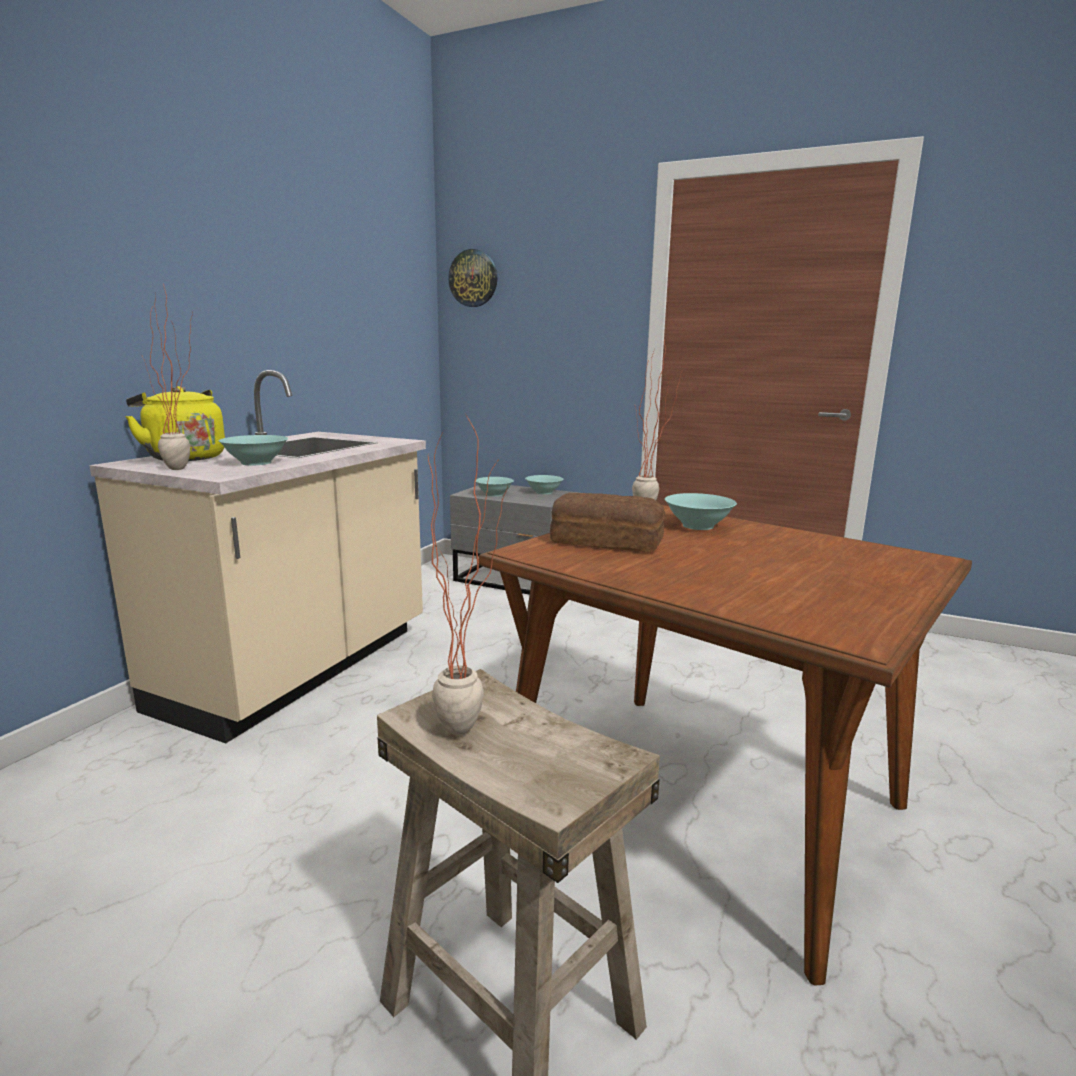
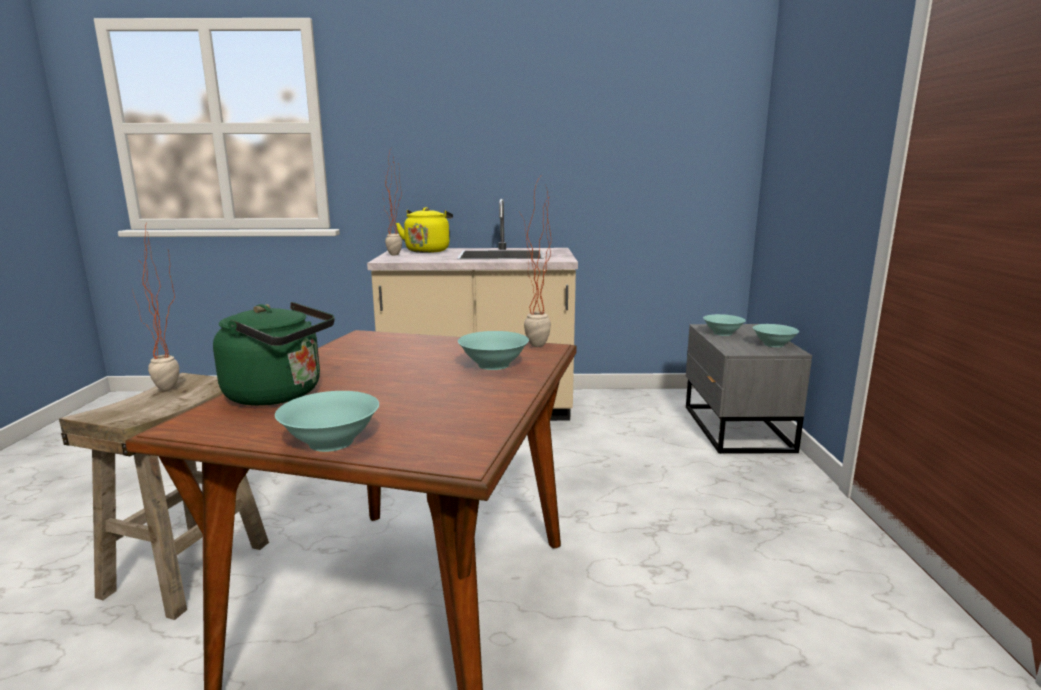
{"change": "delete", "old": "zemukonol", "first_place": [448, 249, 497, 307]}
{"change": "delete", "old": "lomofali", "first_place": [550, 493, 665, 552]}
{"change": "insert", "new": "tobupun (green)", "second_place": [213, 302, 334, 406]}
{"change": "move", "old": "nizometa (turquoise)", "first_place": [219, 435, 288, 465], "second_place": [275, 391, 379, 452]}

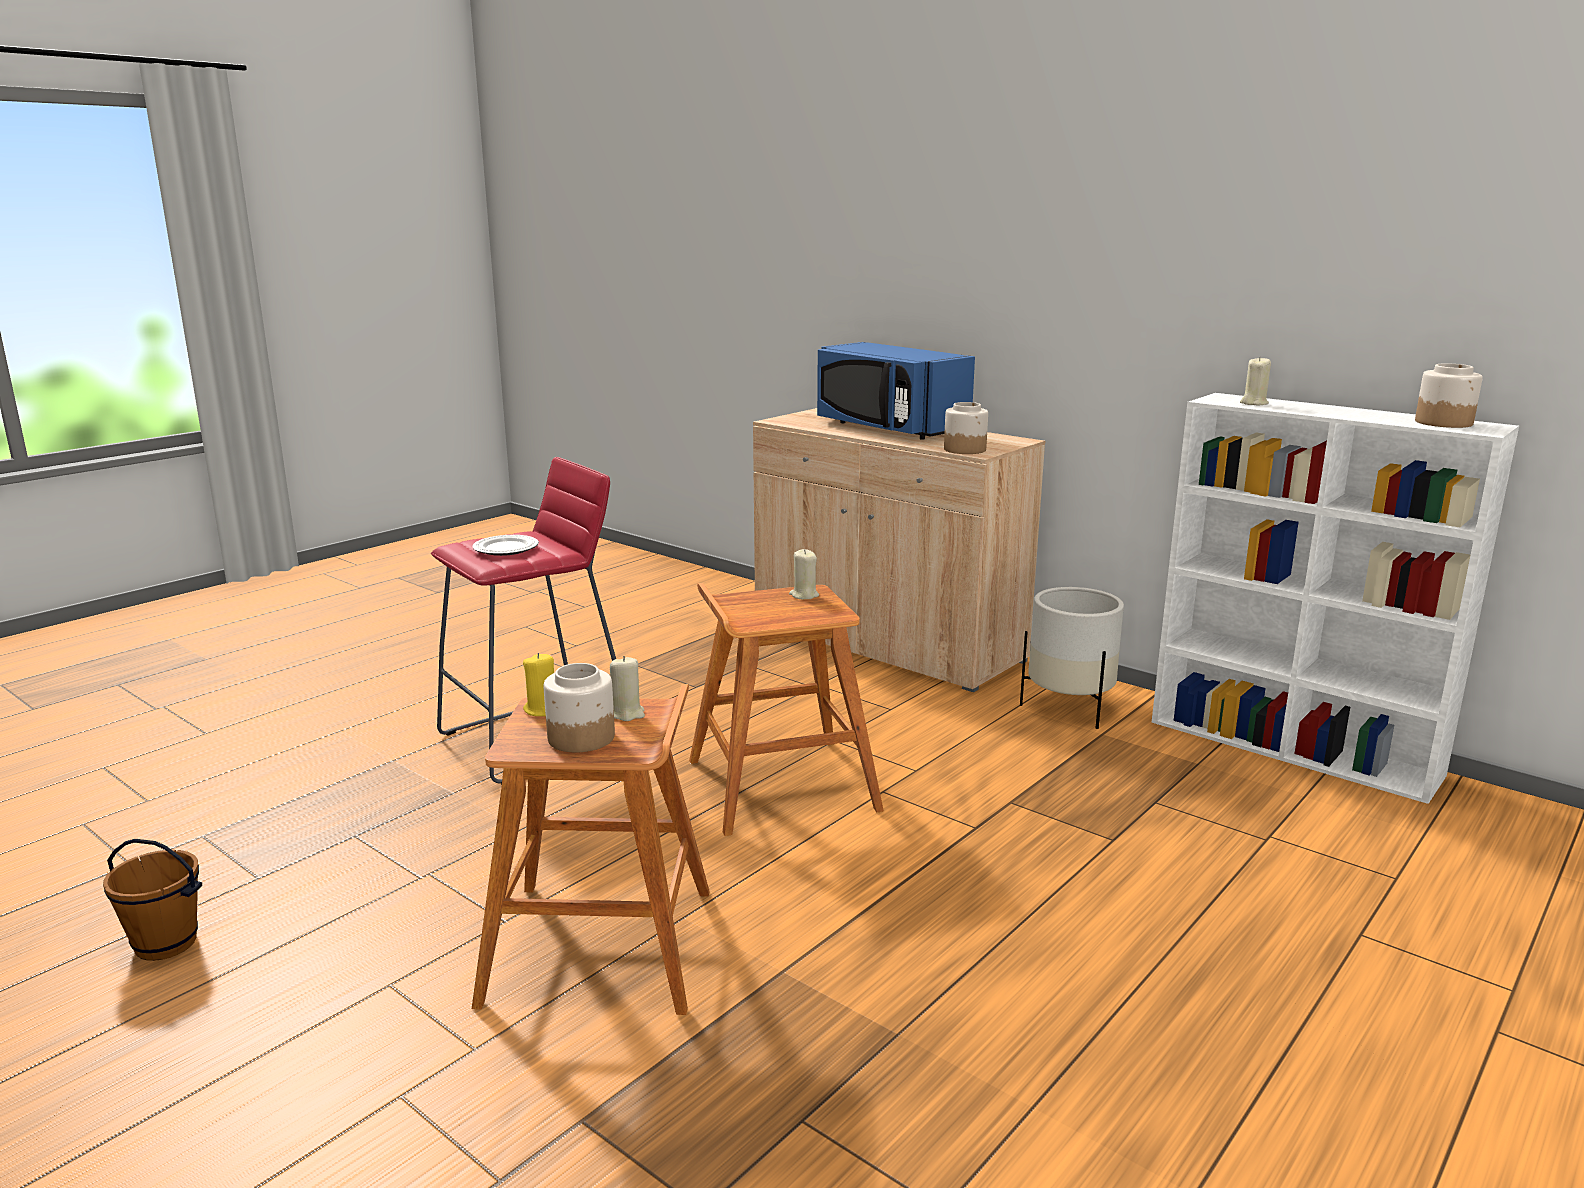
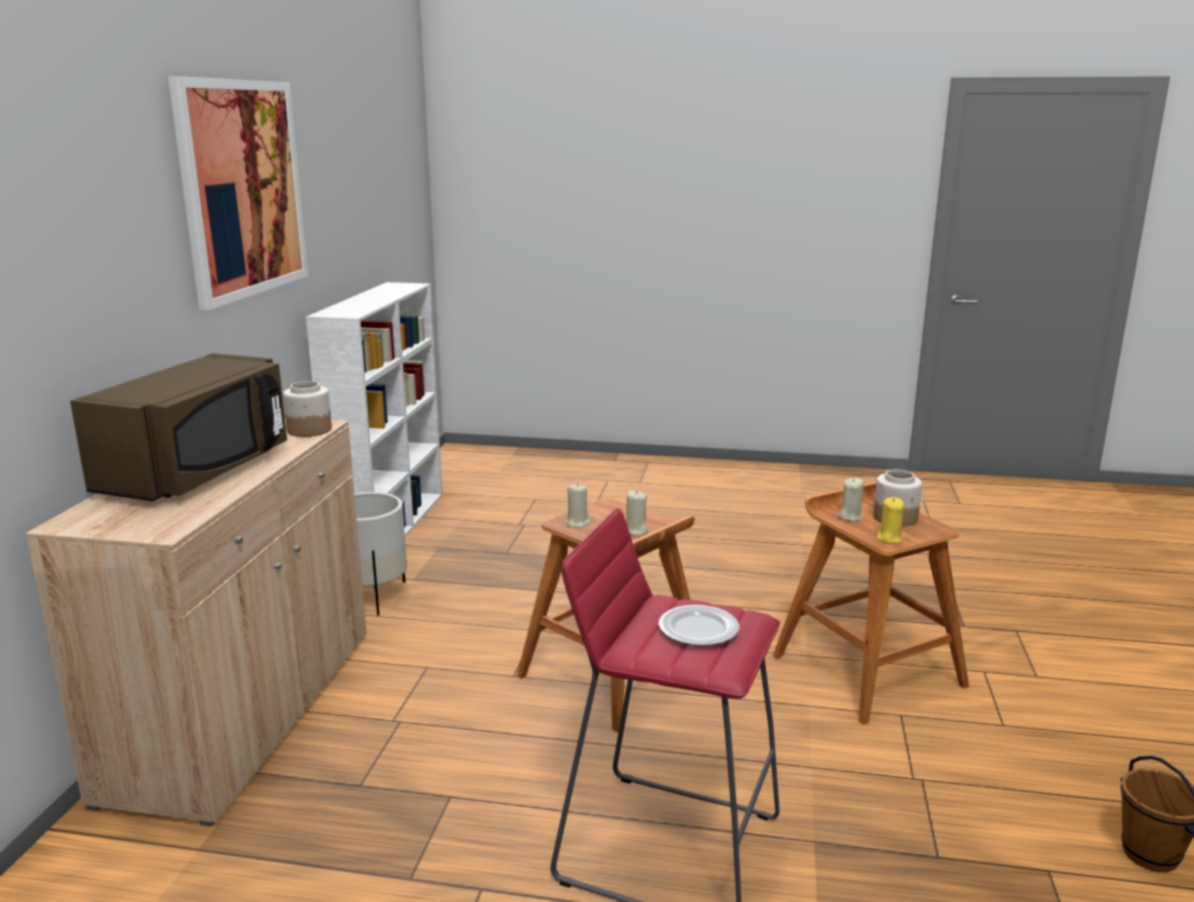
{"change": "delete", "old": "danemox", "first_place": [1415, 363, 1483, 428]}
{"change": "insert", "new": "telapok", "second_place": [168, 76, 308, 310]}
{"change": "move", "old": "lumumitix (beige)", "first_place": [1240, 356, 1271, 405], "second_place": [627, 490, 649, 536]}
{"change": "recolor", "old": "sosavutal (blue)", "new": "sosavutal (brown)", "first_place": [817, 342, 975, 440], "second_place": [70, 353, 287, 501]}

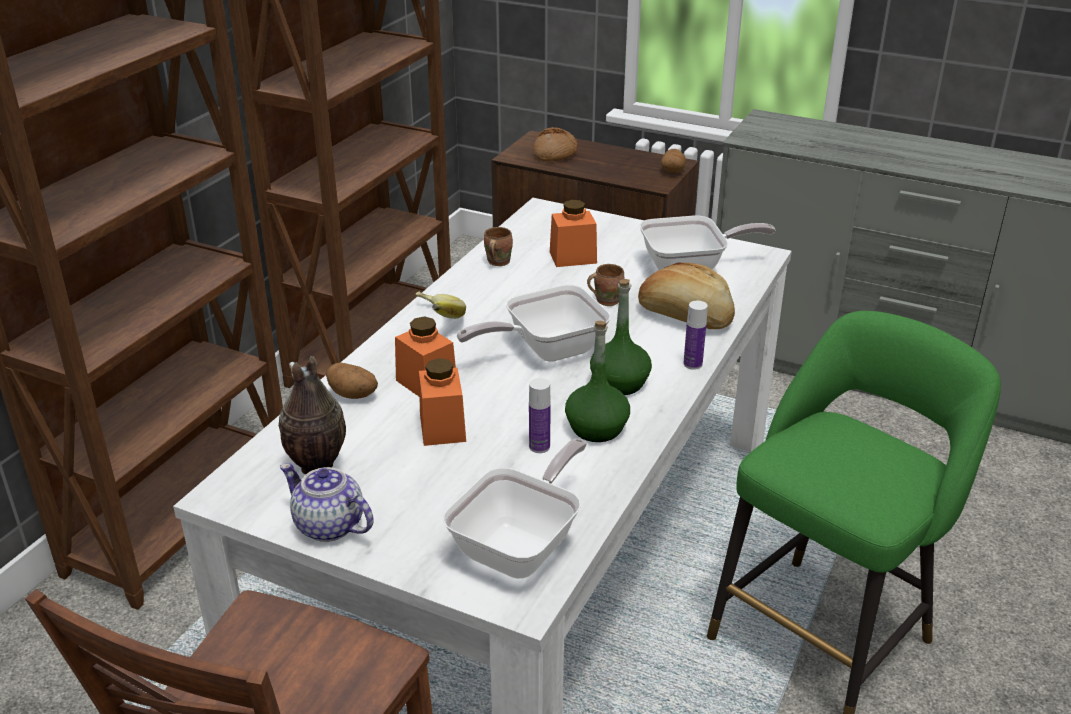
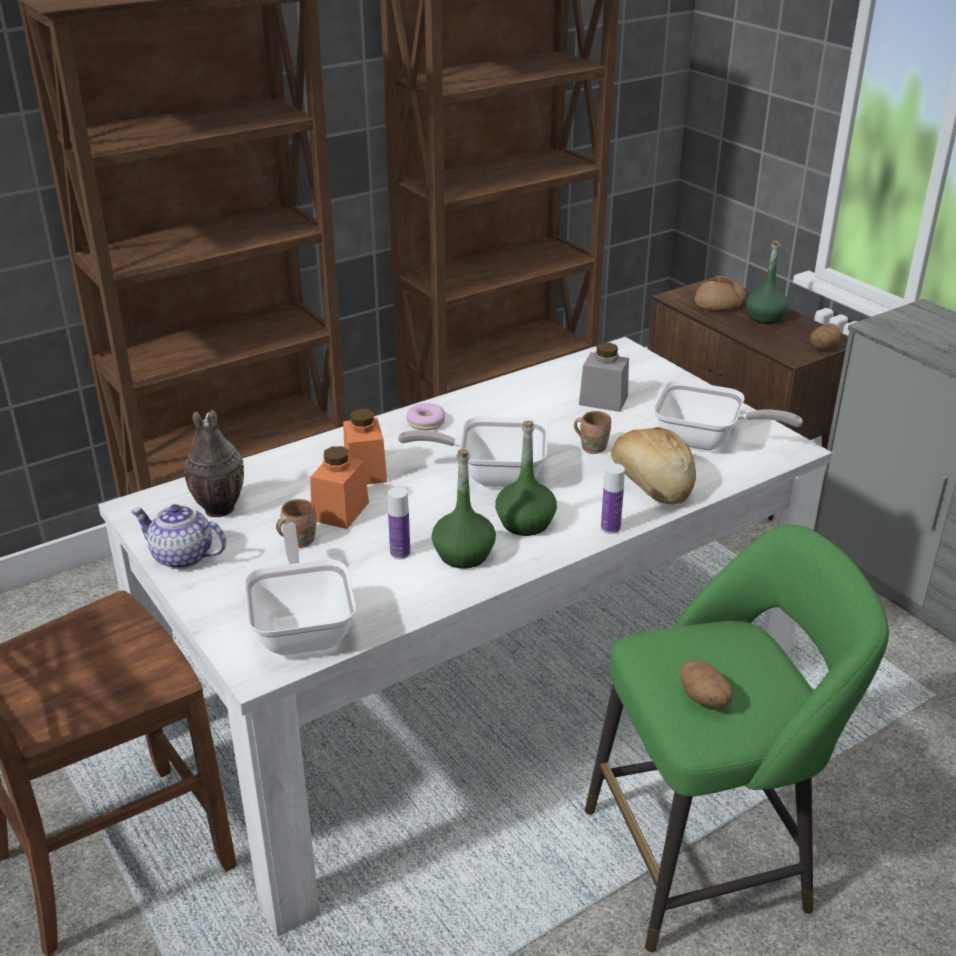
{"change": "insert", "new": "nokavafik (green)", "second_place": [746, 240, 789, 324]}
{"change": "move", "old": "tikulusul", "first_place": [326, 363, 378, 399], "second_place": [681, 660, 733, 708]}
{"change": "move", "old": "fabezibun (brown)", "first_place": [484, 227, 513, 266], "second_place": [276, 499, 317, 548]}
{"change": "replace", "old": "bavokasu", "new": "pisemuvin", "first_place": [416, 292, 466, 319], "second_place": [406, 403, 445, 430]}
{"change": "recolor", "old": "danemox (orange)", "new": "danemox (grey)", "first_place": [550, 200, 597, 267], "second_place": [579, 342, 629, 412]}
{"change": "rotate", "old": "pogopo", "first_place": [280, 463, 374, 542], "second_place": [131, 504, 226, 569], "degrees": -45}
{"change": "rotate", "old": "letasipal", "first_place": [443, 439, 587, 579], "second_place": [244, 522, 356, 655], "degrees": -75}

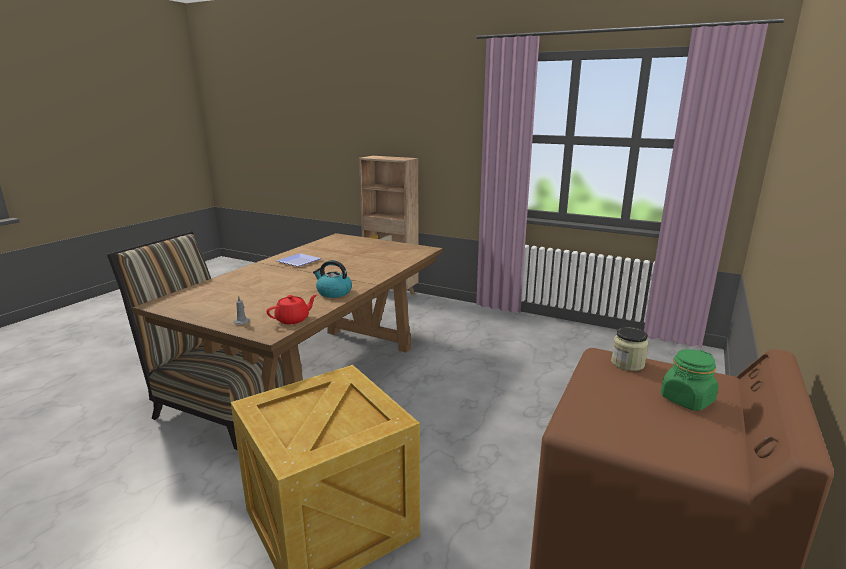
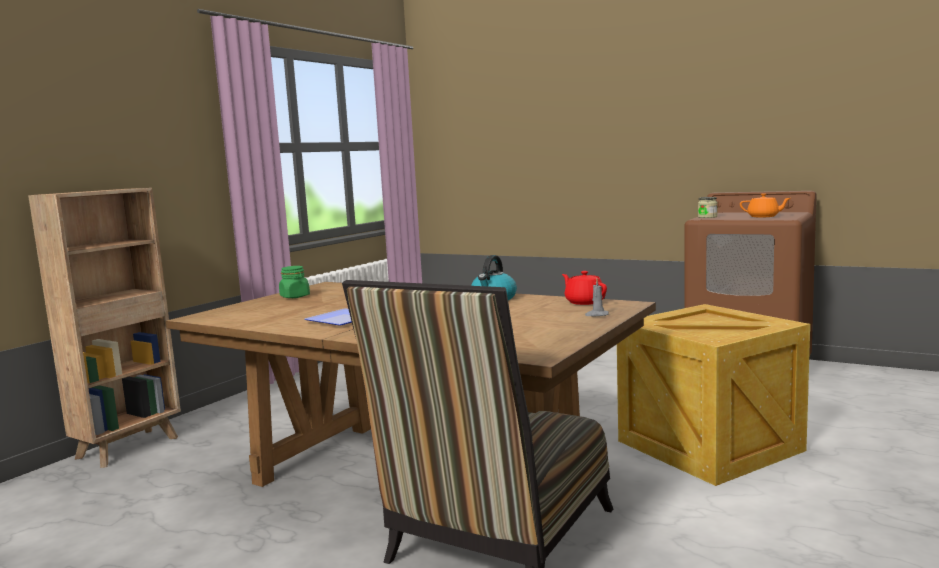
{"change": "insert", "new": "pogopo (orange)", "second_place": [740, 193, 790, 217]}
{"change": "move", "old": "danemox (green)", "first_place": [661, 349, 719, 411], "second_place": [279, 266, 310, 298]}

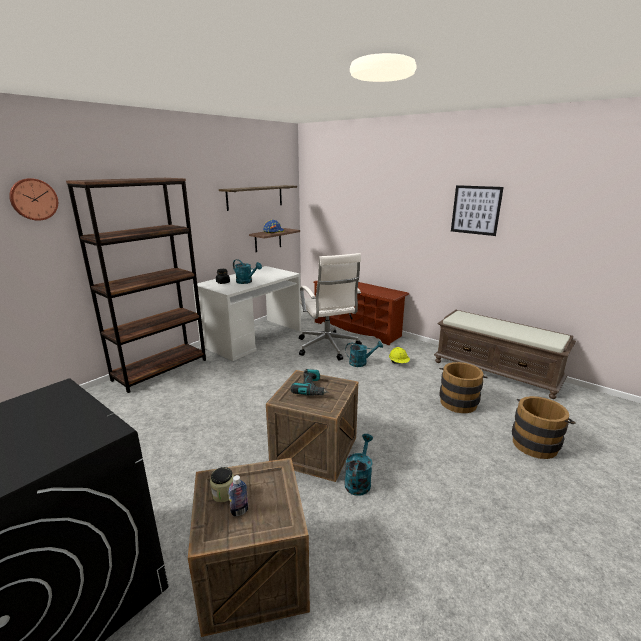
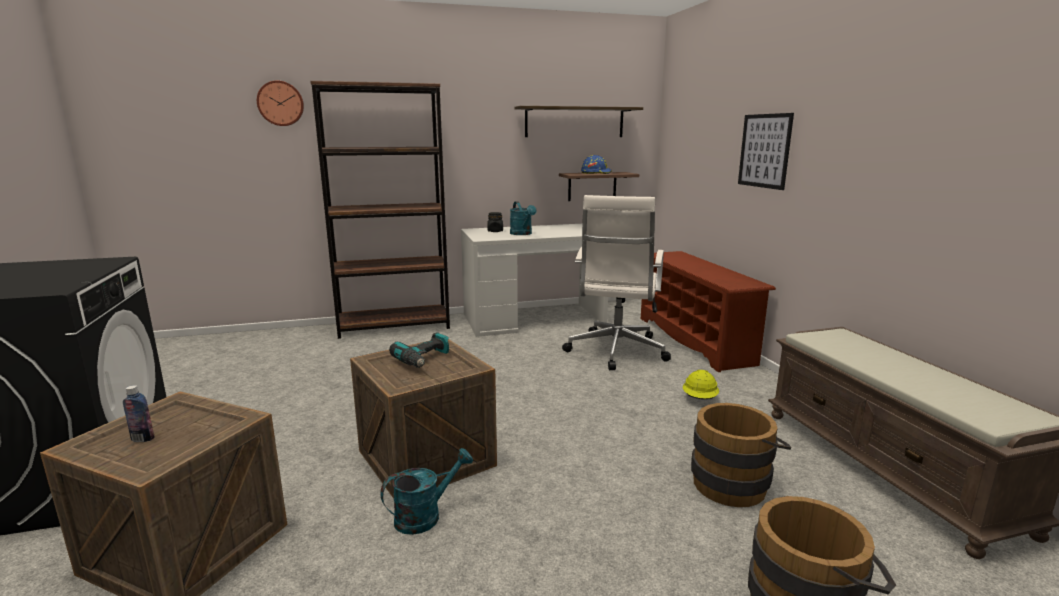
{"change": "delete", "old": "danemox", "first_place": [210, 467, 234, 502]}
{"change": "delete", "old": "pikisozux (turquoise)", "first_place": [345, 341, 383, 367]}
{"change": "move", "old": "telapok", "first_place": [451, 185, 504, 236], "second_place": [738, 113, 794, 190]}

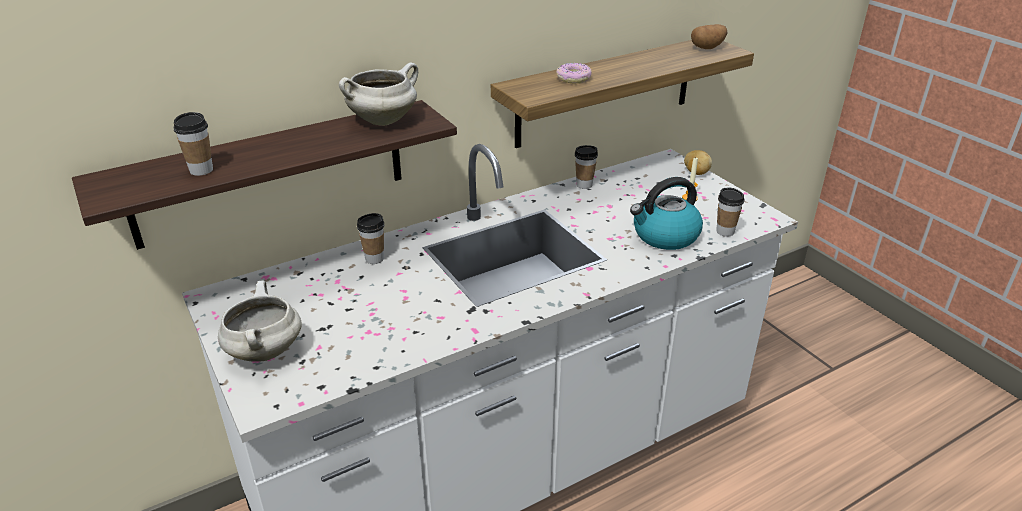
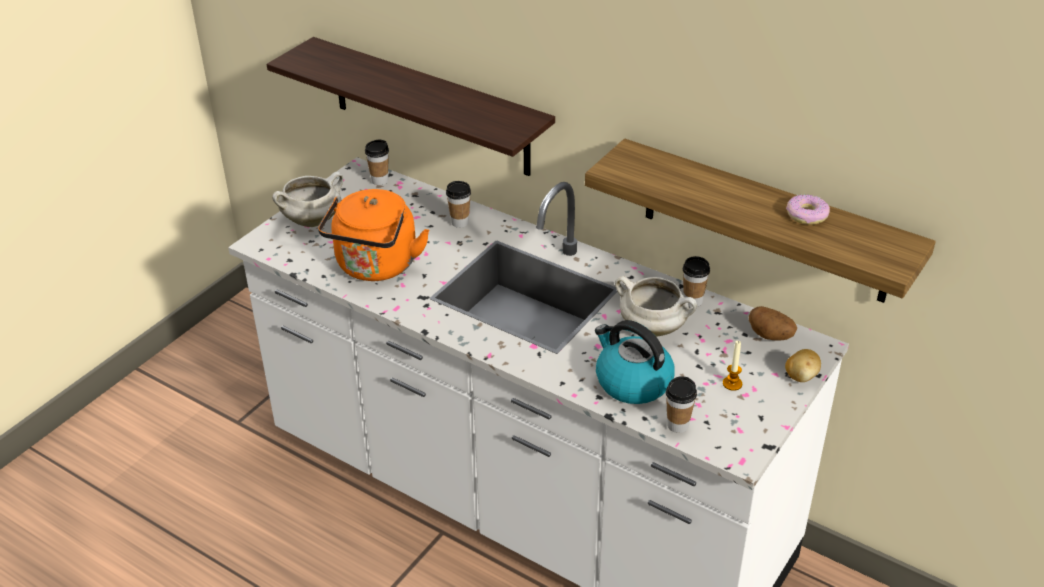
{"change": "insert", "new": "tobupun (orange)", "second_place": [318, 189, 430, 281]}
{"change": "move", "old": "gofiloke", "first_place": [173, 112, 213, 176], "second_place": [365, 140, 389, 185]}
{"change": "move", "old": "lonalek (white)", "first_place": [339, 62, 418, 126], "second_place": [615, 276, 697, 337]}
{"change": "move", "old": "pisemuvin", "first_place": [556, 63, 592, 83], "second_place": [786, 194, 830, 225]}
{"change": "move", "old": "tikulusul", "first_place": [691, 24, 727, 49], "second_place": [749, 306, 797, 340]}

